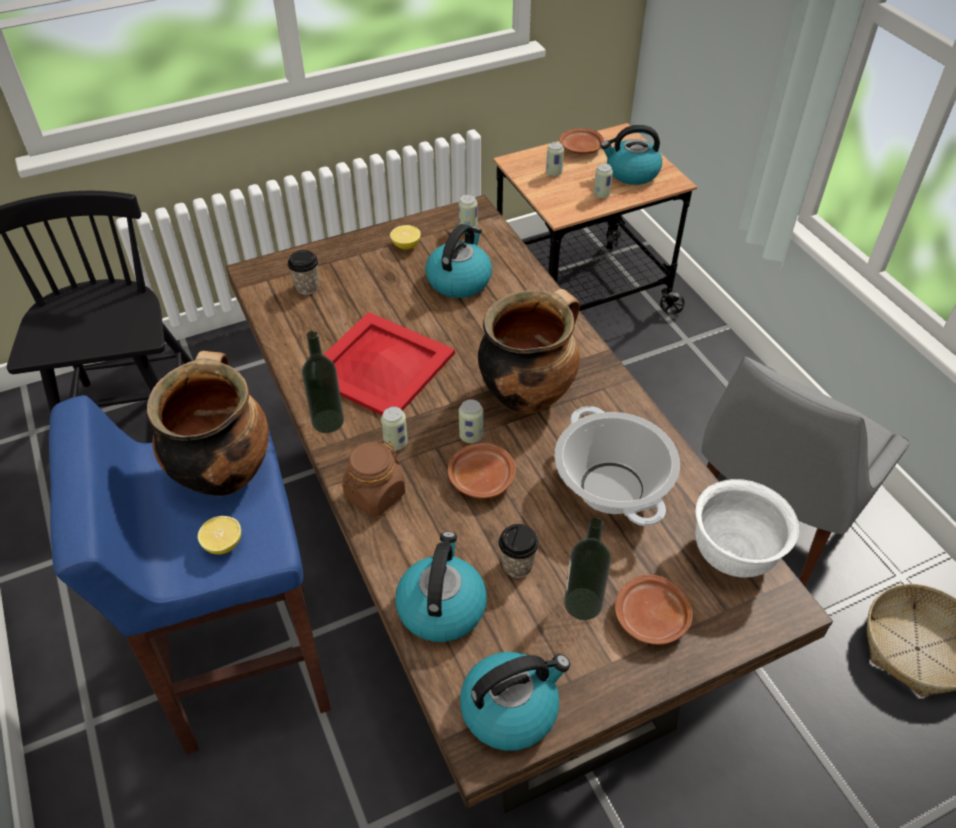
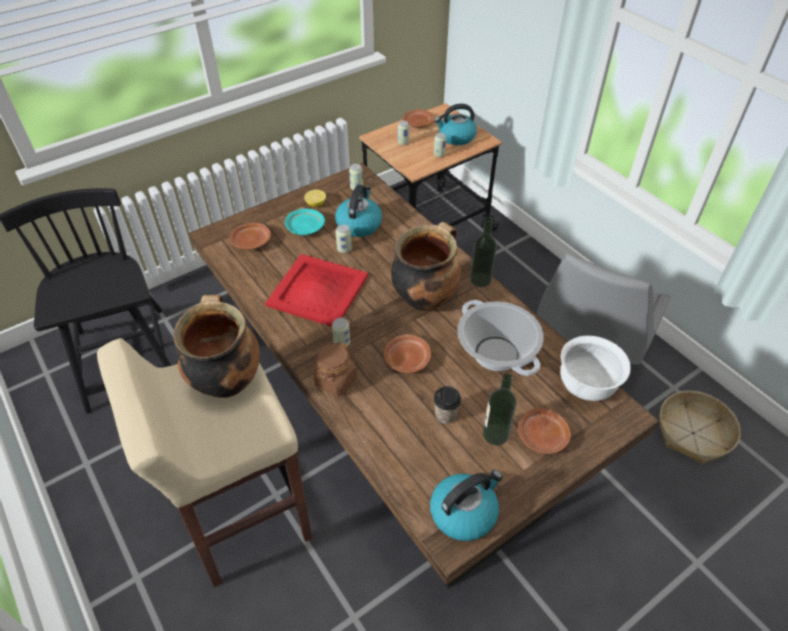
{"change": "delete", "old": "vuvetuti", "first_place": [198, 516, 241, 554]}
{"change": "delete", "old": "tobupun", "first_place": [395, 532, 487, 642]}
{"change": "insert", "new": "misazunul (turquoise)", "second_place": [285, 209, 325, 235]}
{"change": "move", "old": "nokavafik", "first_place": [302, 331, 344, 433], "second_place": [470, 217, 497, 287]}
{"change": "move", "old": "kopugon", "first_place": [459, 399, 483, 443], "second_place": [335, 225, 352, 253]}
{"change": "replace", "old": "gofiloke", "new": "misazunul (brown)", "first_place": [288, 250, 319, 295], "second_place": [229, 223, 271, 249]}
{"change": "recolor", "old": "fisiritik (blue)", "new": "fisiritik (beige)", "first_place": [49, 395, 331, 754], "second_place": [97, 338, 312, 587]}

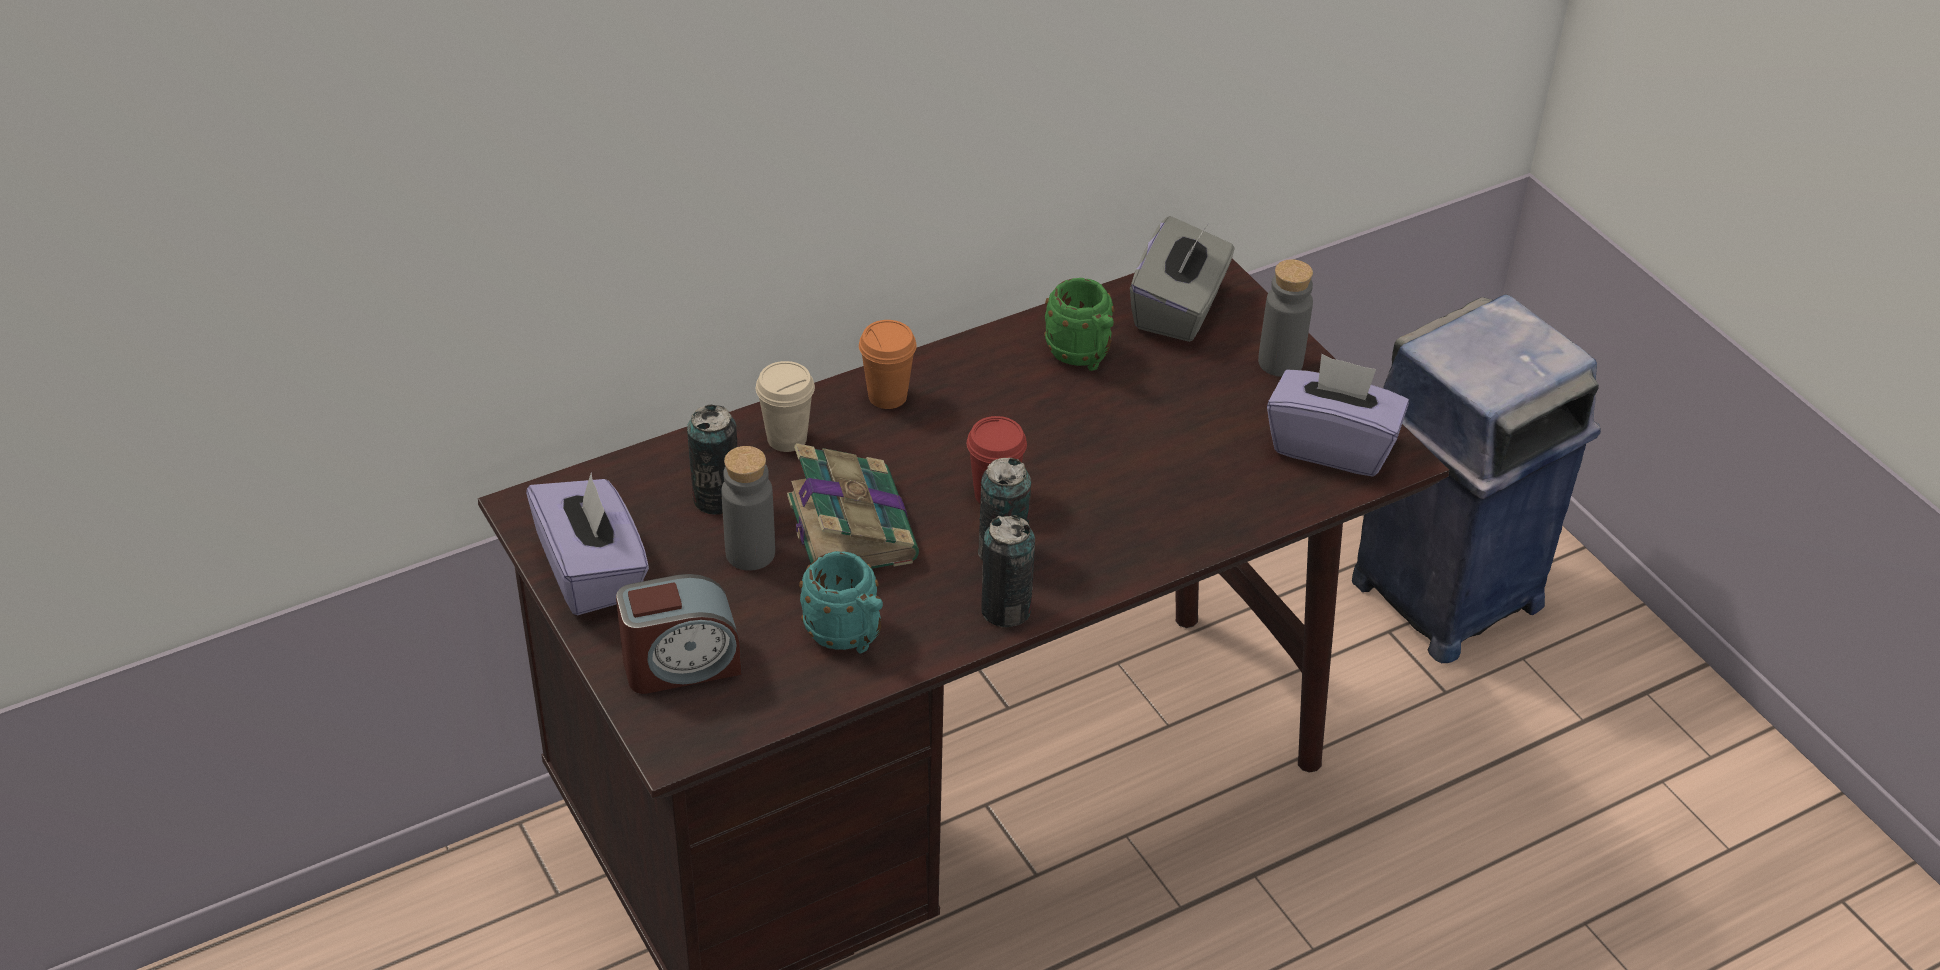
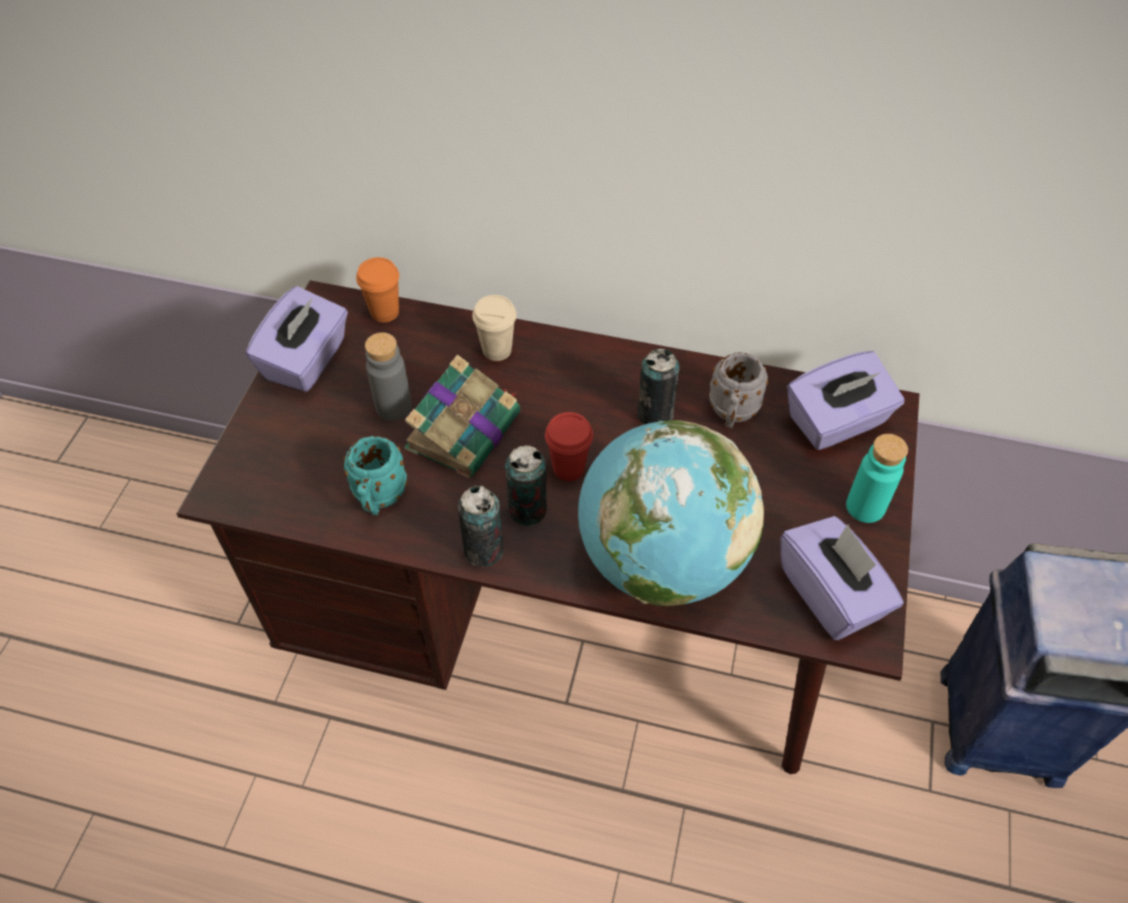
{"change": "delete", "old": "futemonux", "first_place": [616, 574, 742, 694]}
{"change": "insert", "new": "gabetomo", "second_place": [578, 420, 764, 606]}
{"change": "move", "old": "kopugon", "first_place": [687, 404, 737, 515], "second_place": [637, 349, 680, 424]}
{"change": "move", "old": "gofiloke (orange)", "first_place": [859, 320, 917, 409], "second_place": [356, 257, 399, 323]}
{"change": "recolor", "old": "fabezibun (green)", "new": "fabezibun (grey)", "first_place": [1044, 278, 1114, 371], "second_place": [709, 353, 769, 428]}
{"change": "recolor", "old": "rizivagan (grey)", "new": "rizivagan (purple)", "first_place": [1130, 216, 1234, 342], "second_place": [787, 351, 904, 450]}
{"change": "recolor", "old": "nokavafik (grey)", "new": "nokavafik (turquoise)", "first_place": [1258, 259, 1313, 377], "second_place": [846, 434, 908, 523]}

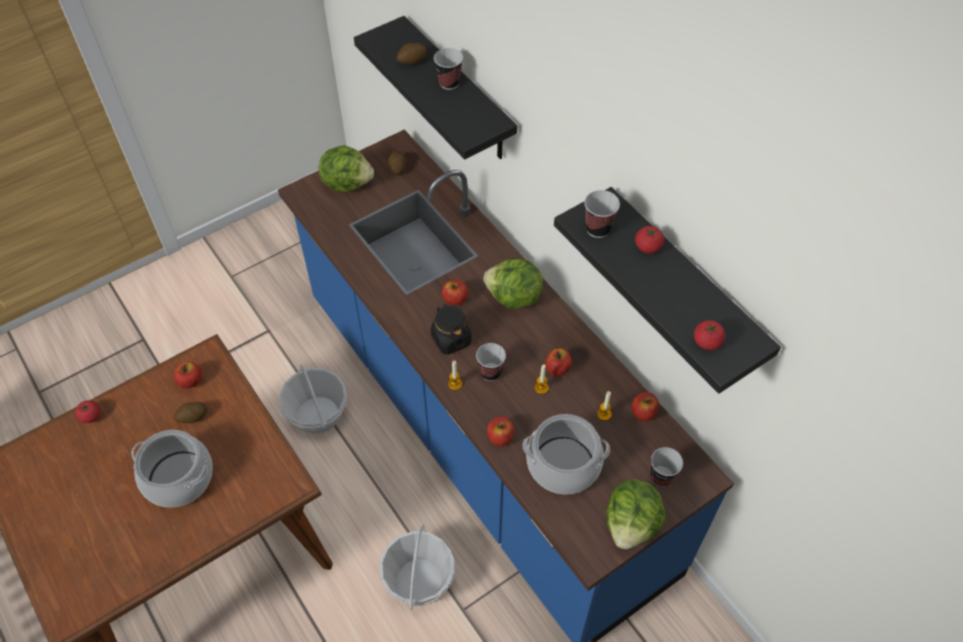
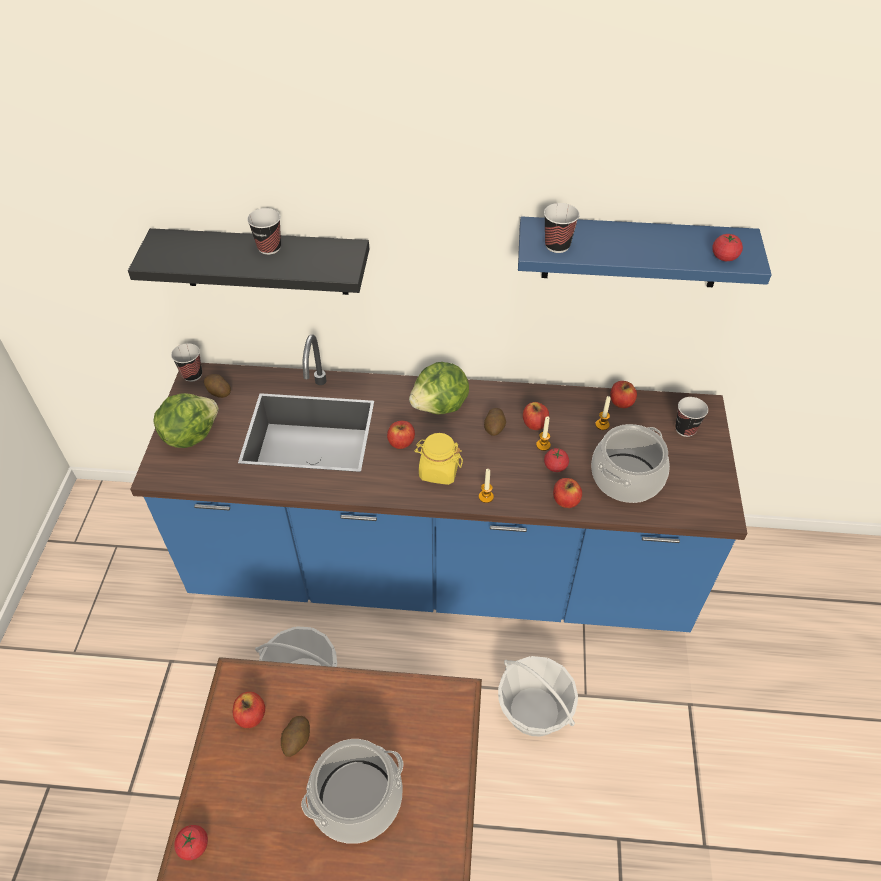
{"change": "delete", "old": "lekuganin", "first_place": [606, 479, 666, 549]}
{"change": "move", "old": "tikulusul", "first_place": [397, 43, 427, 64], "second_place": [484, 408, 506, 436]}
{"change": "move", "old": "gofiloke", "first_place": [476, 343, 506, 381], "second_place": [171, 343, 202, 382]}
{"change": "move", "old": "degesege", "first_place": [635, 226, 664, 254], "second_place": [544, 448, 569, 472]}
{"change": "recolor", "old": "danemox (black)", "new": "danemox (yellow)", "first_place": [431, 304, 472, 355], "second_place": [414, 433, 463, 485]}
{"change": "recolor", "old": "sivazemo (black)", "new": "sivazemo (blue)", "first_place": [554, 187, 781, 394], "second_place": [518, 216, 772, 287]}

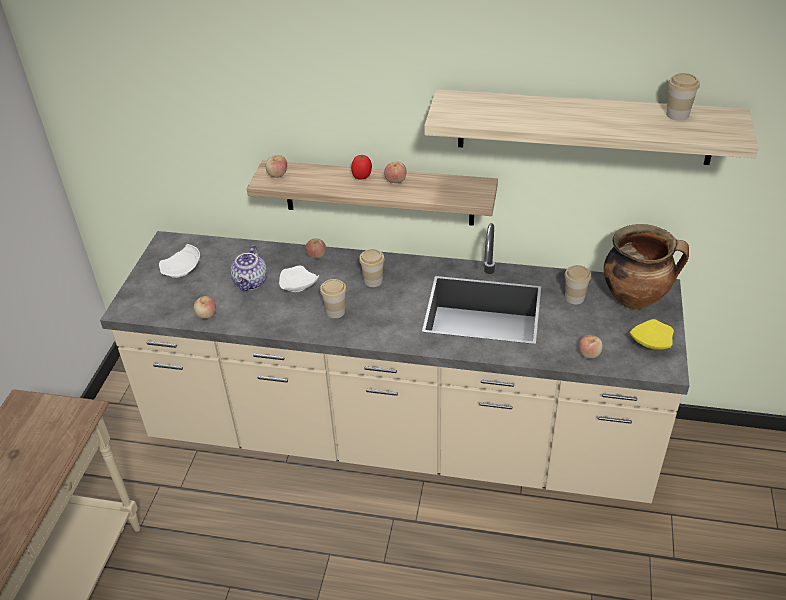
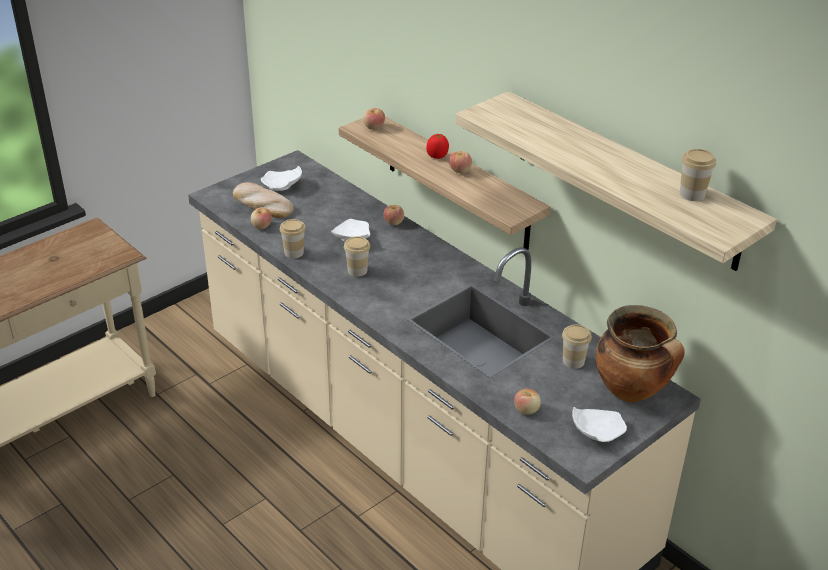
{"change": "delete", "old": "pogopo", "first_place": [230, 245, 267, 291]}
{"change": "insert", "new": "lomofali", "second_place": [233, 182, 294, 218]}
{"change": "move", "old": "gofiloke", "first_place": [359, 249, 385, 287], "second_place": [280, 219, 306, 258]}
{"change": "recolor", "old": "misazunul (yellow)", "new": "misazunul (white)", "first_place": [629, 319, 674, 350], "second_place": [572, 407, 627, 442]}

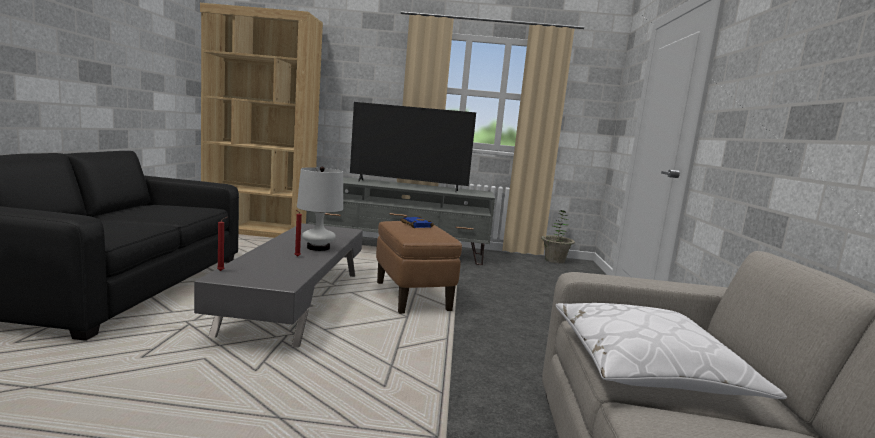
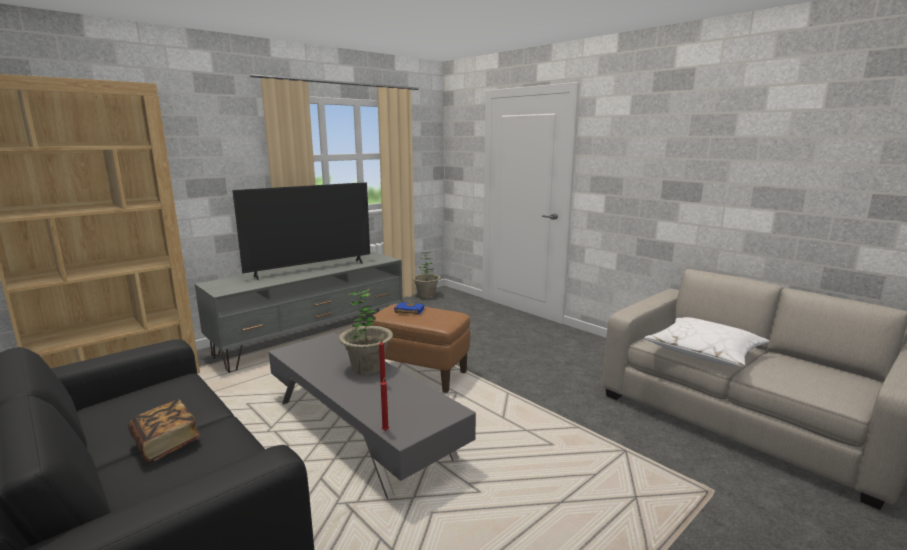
{"change": "insert", "new": "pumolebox", "second_place": [128, 399, 200, 462]}
{"change": "replace", "old": "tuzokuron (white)", "new": "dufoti", "first_place": [297, 166, 343, 251], "second_place": [339, 288, 393, 375]}

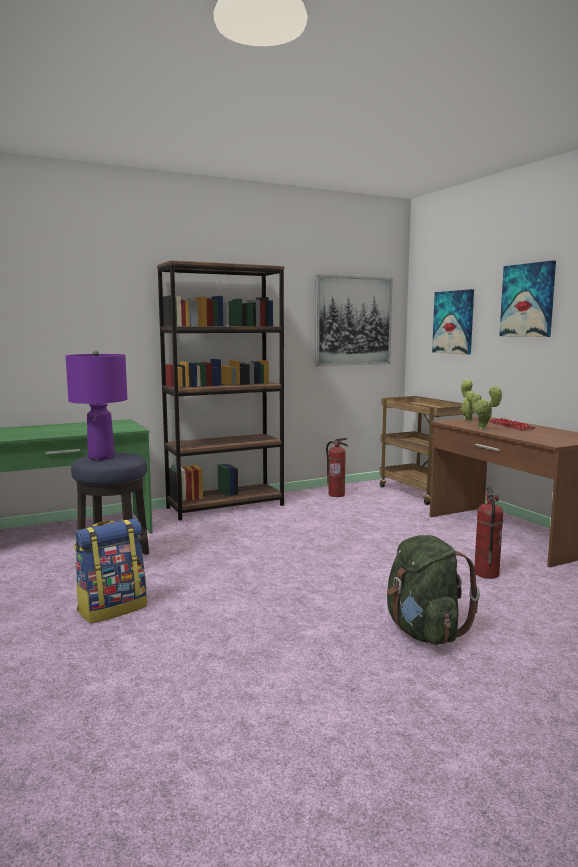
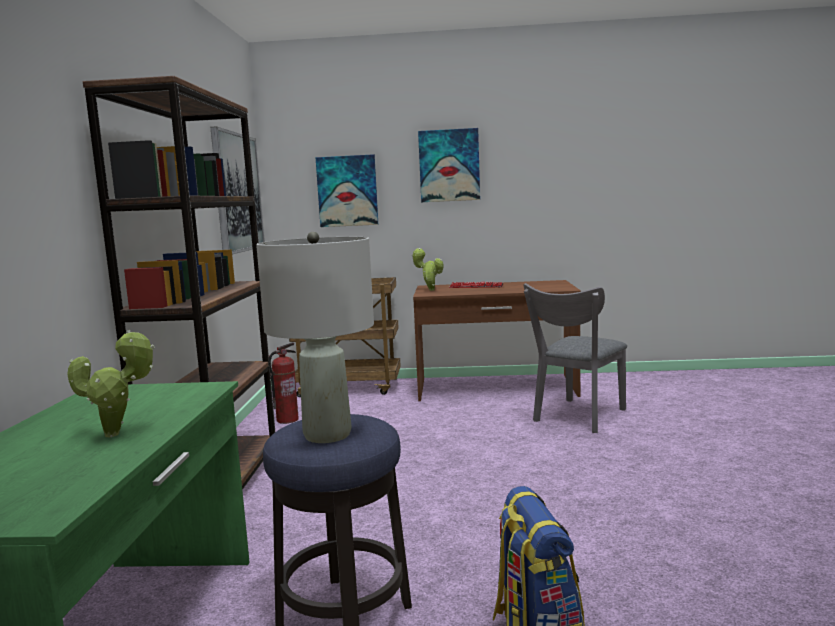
{"change": "delete", "old": "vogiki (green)", "first_place": [387, 535, 480, 645]}
{"change": "move", "old": "dufoti", "first_place": [471, 385, 503, 429], "second_place": [67, 330, 155, 437]}
{"change": "replace", "old": "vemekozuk", "new": "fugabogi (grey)", "first_place": [474, 487, 503, 579], "second_place": [524, 283, 627, 433]}
{"change": "recolor", "old": "tuzokuron (purple)", "new": "tuzokuron (grey)", "first_place": [66, 351, 127, 460], "second_place": [256, 232, 374, 443]}

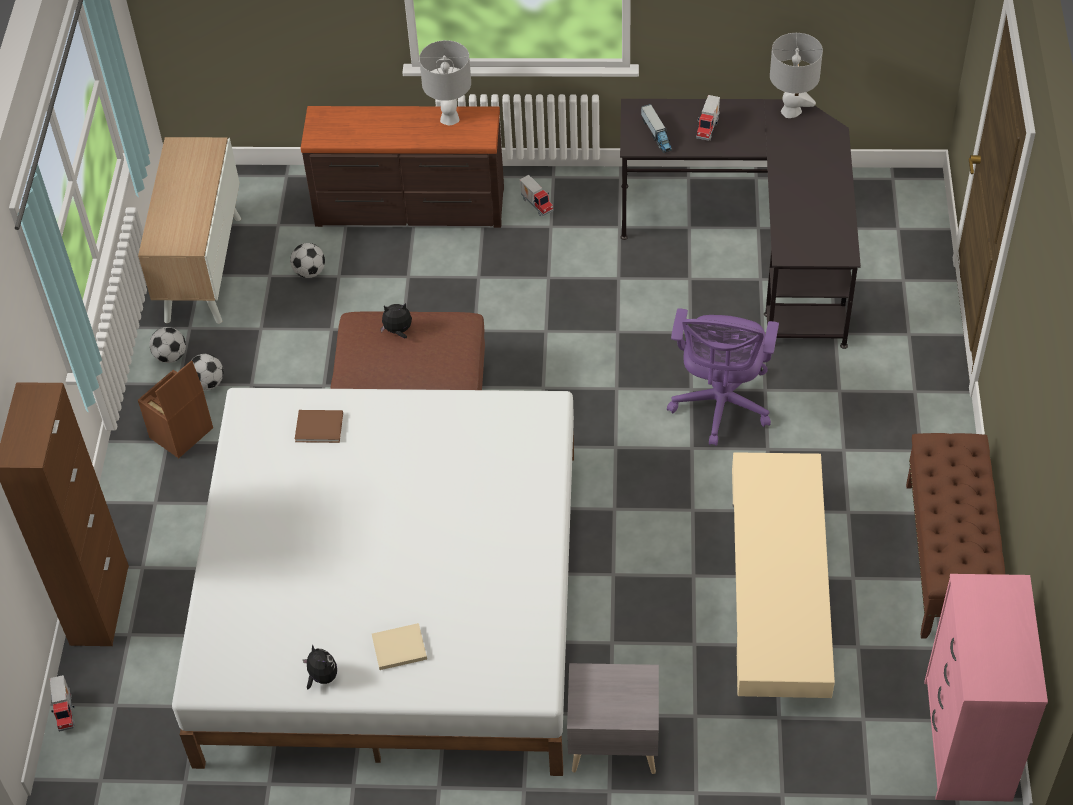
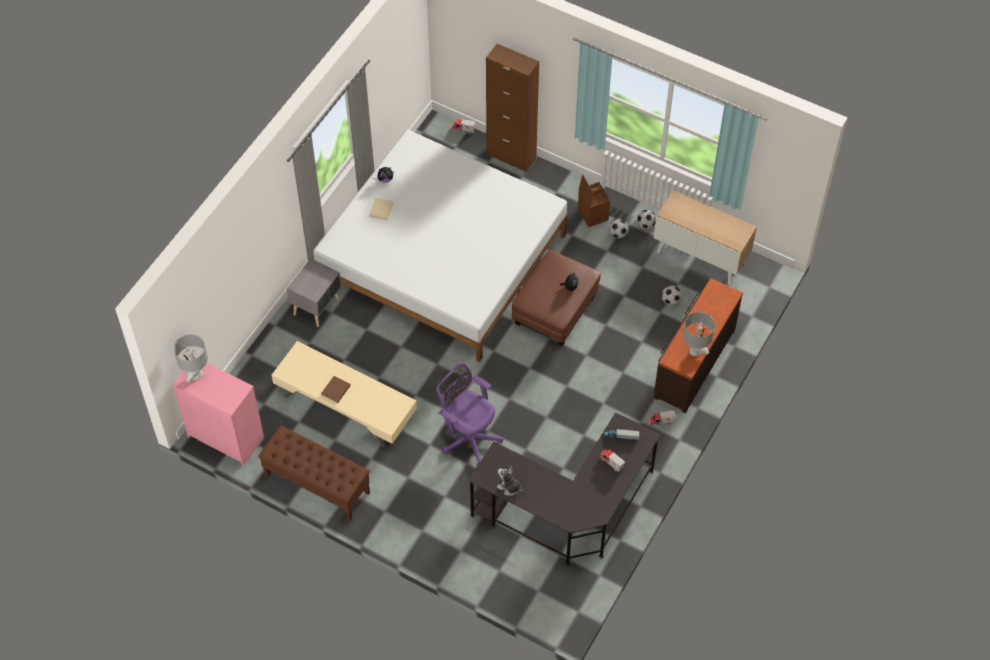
{"change": "insert", "new": "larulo", "second_place": [497, 465, 524, 496]}
{"change": "move", "old": "pumolebox (brown)", "first_place": [295, 410, 343, 443], "second_place": [321, 376, 351, 403]}
{"change": "move", "old": "tuzokuron (grey)", "first_place": [770, 33, 823, 118], "second_place": [174, 334, 208, 382]}

